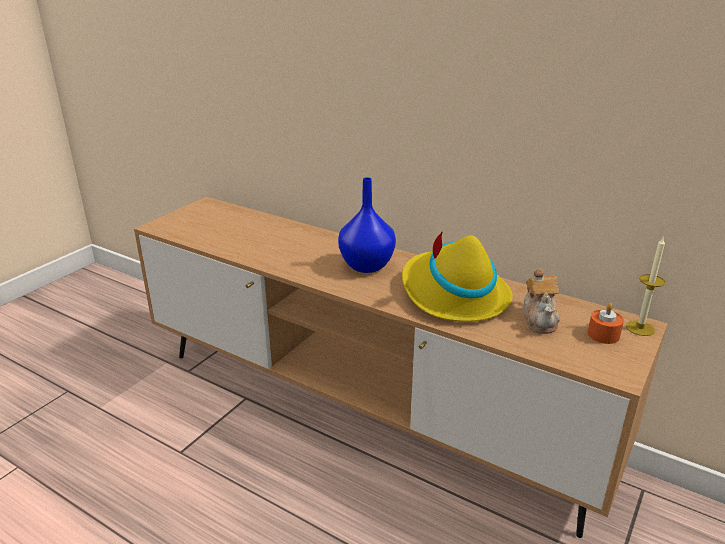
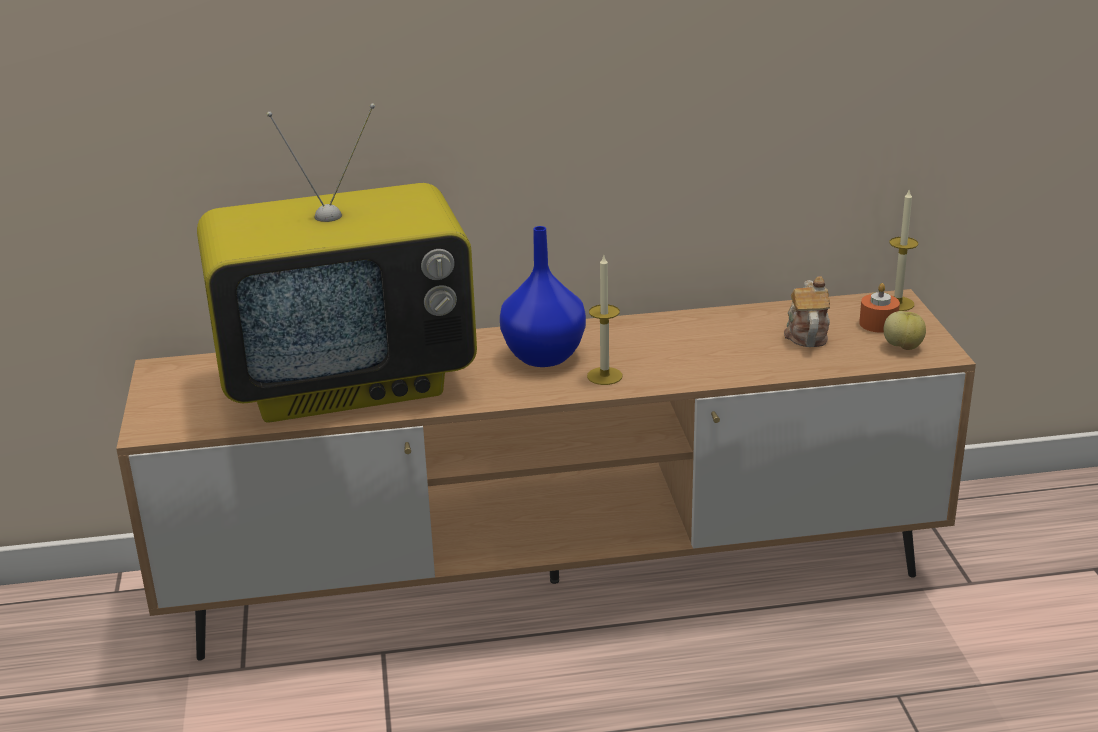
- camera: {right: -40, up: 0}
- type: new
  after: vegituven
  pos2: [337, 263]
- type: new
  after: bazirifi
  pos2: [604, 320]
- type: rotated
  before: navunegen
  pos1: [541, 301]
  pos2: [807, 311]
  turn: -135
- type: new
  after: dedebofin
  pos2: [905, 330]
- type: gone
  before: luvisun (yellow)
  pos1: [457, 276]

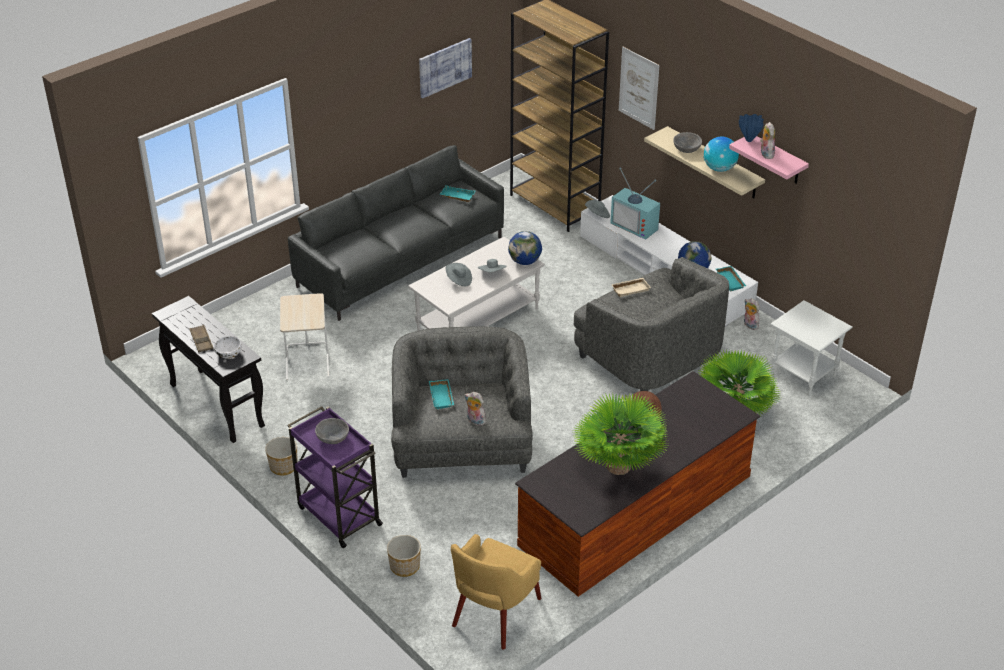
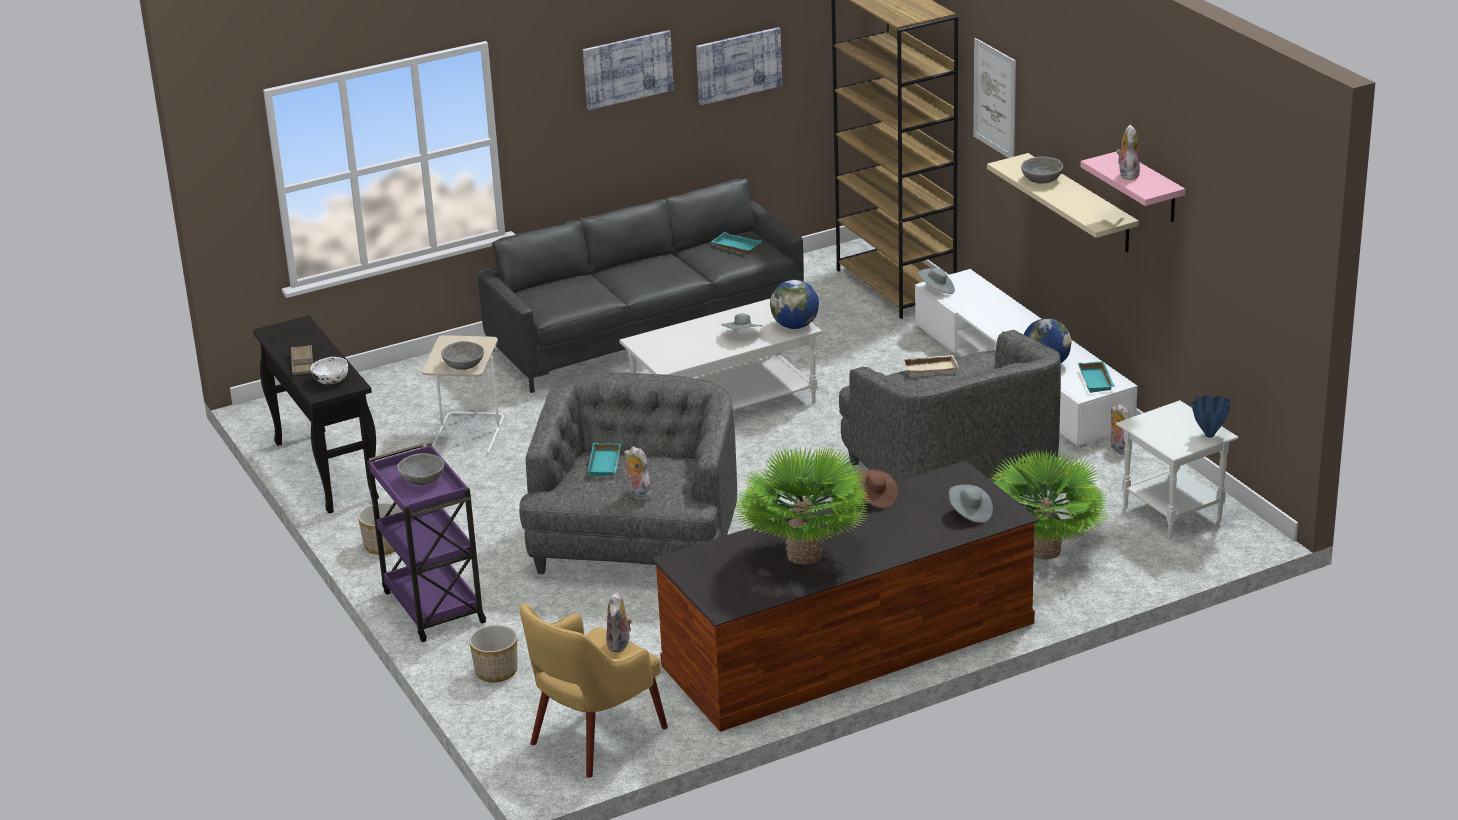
- camera: {right: 15, up: -10}
- type: new
  after: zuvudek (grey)
  pos2: [462, 355]
- type: new
  after: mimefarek
  pos2: [628, 70]
- type: new
  after: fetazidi
  pos2: [619, 622]
- type: shifted
  before: luvisun (grey)
  pos1: [458, 274]
  pos2: [971, 503]
- type: shifted
  before: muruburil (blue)
  pos1: [751, 128]
  pos2: [1211, 416]
- type: gone
  before: vegituven
  pos1: [635, 203]
- type: gone
  before: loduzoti
  pos1: [721, 154]

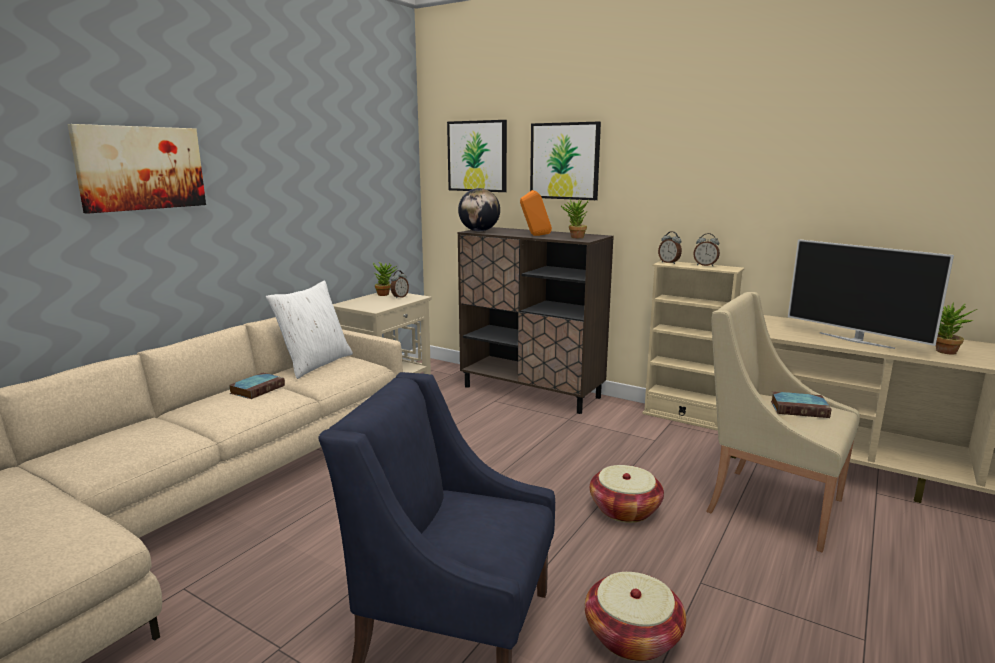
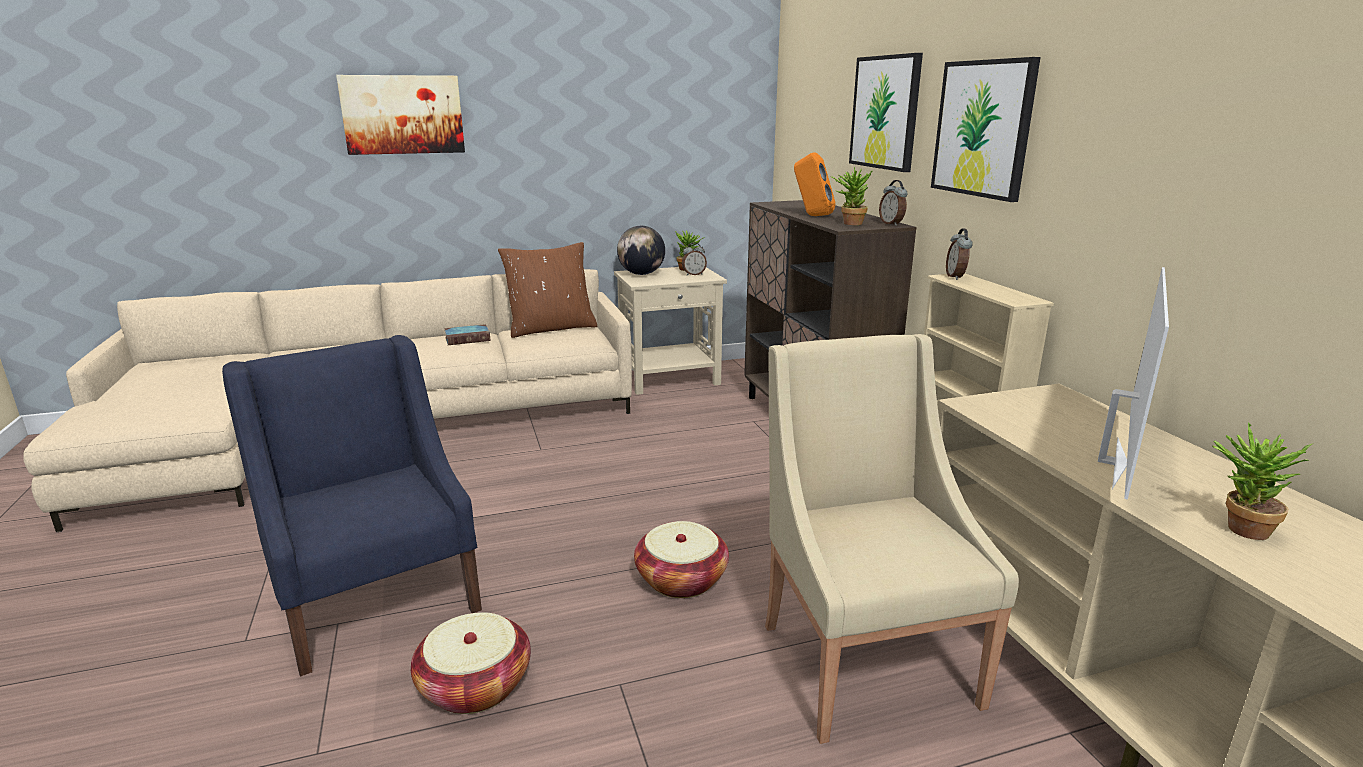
- camera: {right: 40, up: 5}
- type: repainted
  before: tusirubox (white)
  after: tusirubox (brown)
  pos1: [309, 330]
  pos2: [547, 290]
- type: shifted
  before: loduzoti
  pos1: [479, 210]
  pos2: [641, 250]
- type: shifted
  before: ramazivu
  pos1: [707, 249]
  pos2: [893, 203]
- type: shifted
  before: mimefarek
  pos1: [477, 156]
  pos2: [986, 129]
- type: rotated
  before: vegituven
  pos1: [871, 294]
  pos2: [1133, 383]
  turn: -150
- type: gone
  before: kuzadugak
  pos1: [801, 404]

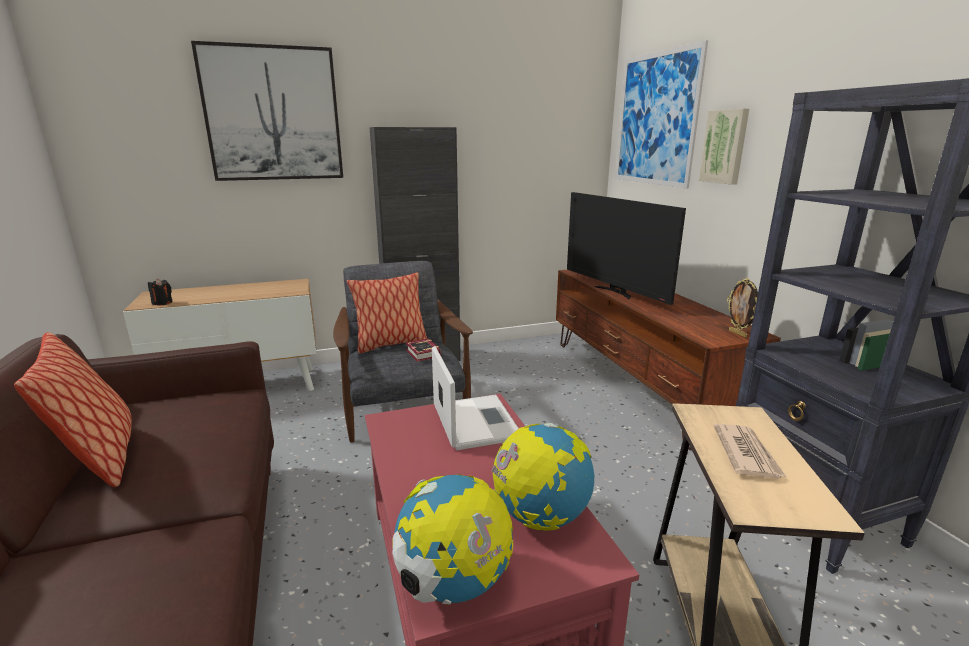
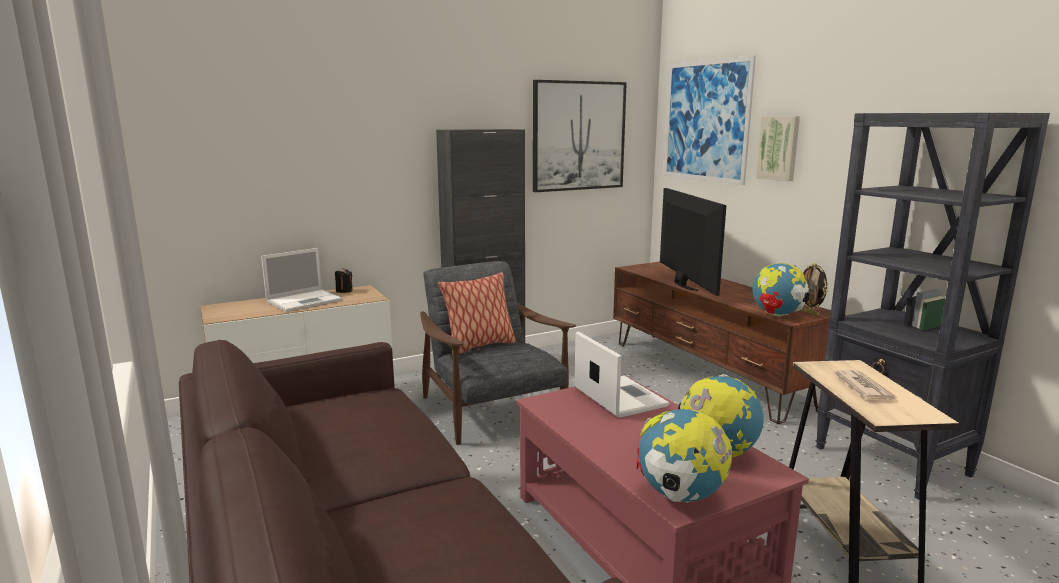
- camera: {right: -10, up: -5}
- type: new
  after: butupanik
  pos2: [302, 280]
- type: shifted
  before: bazirifi (black)
  pos1: [160, 291]
  pos2: [344, 280]
- type: shifted
  before: mimefarek
  pos1: [267, 111]
  pos2: [580, 136]
- type: rotated
  before: vegituven
  pos1: [626, 248]
  pos2: [693, 242]
  turn: -150
- type: new
  after: loduzoti
  pos2: [781, 289]
- type: gone
  before: tusirubox
  pos1: [73, 409]
- type: gone
  before: kuzadugak
  pos1: [423, 350]

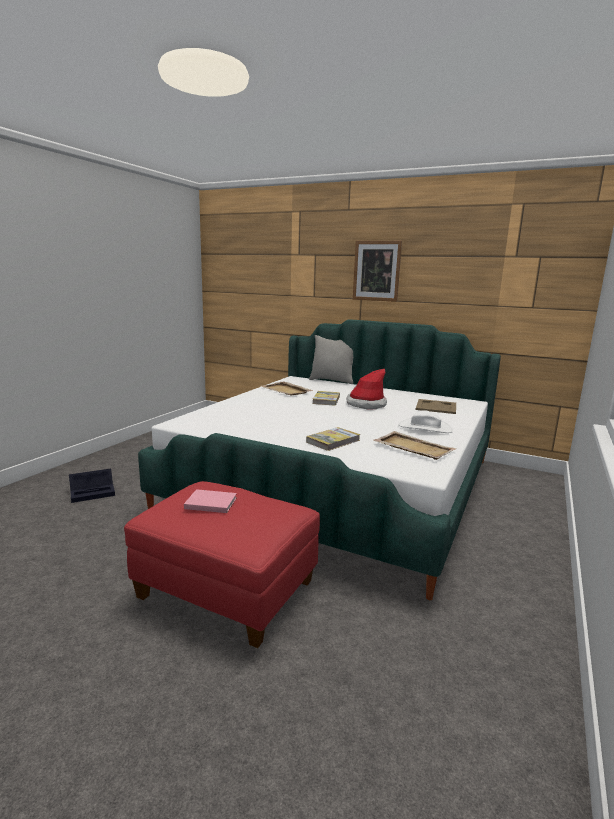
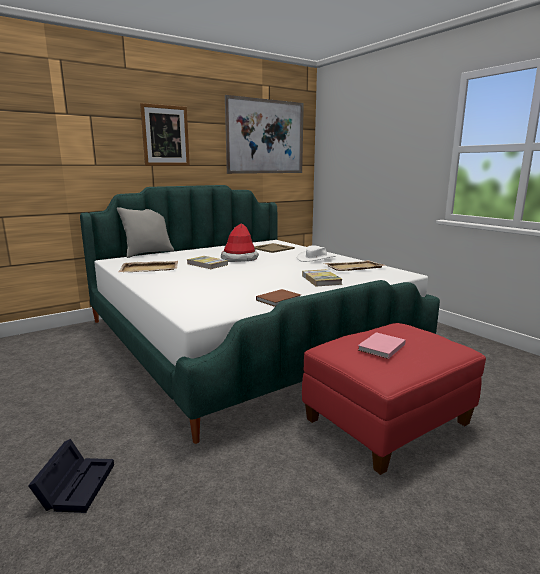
- camera: {right: -60, up: 0}
- type: new
  after: mimefarek
  pos2: [264, 134]
- type: new
  after: kuzadugak (brown)
  pos2: [278, 298]

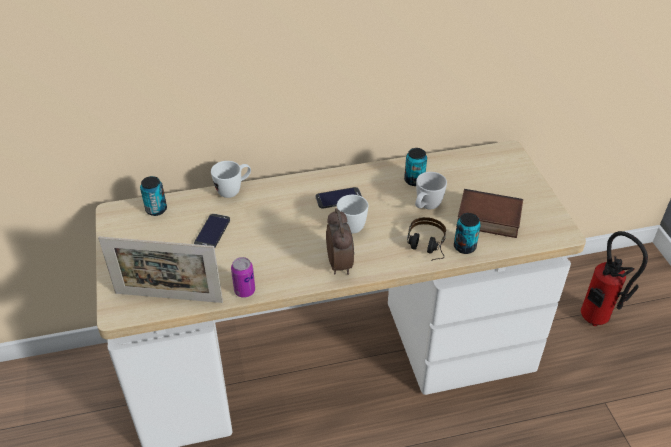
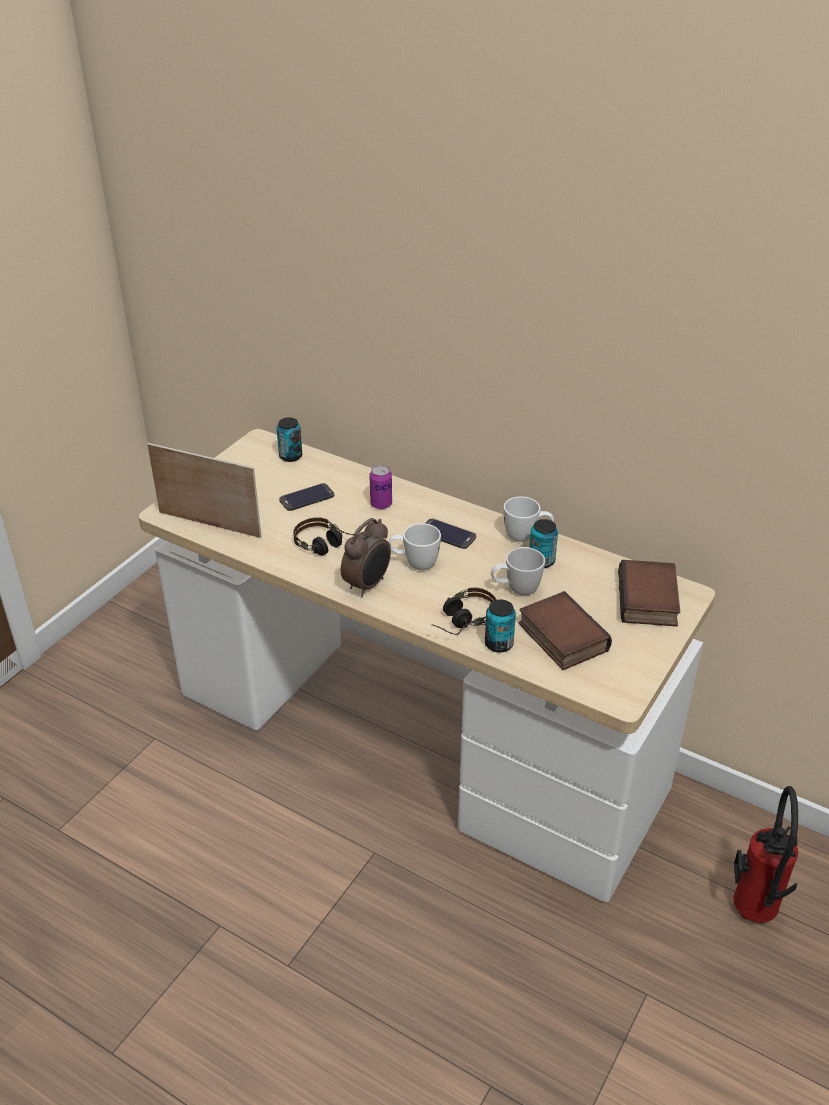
- camera: {right: 45, up: -5}
- type: rotated
  before: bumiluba
  pos1: [160, 270]
  pos2: [204, 490]
  turn: 150
- type: new
  after: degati
  pos2: [323, 536]
- type: shifted
  before: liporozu
  pos1: [243, 277]
  pos2: [381, 487]
- type: shifted
  before: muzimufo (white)
  pos1: [231, 179]
  pos2: [529, 519]
- type: new
  after: kuzadugak
  pos2: [649, 593]

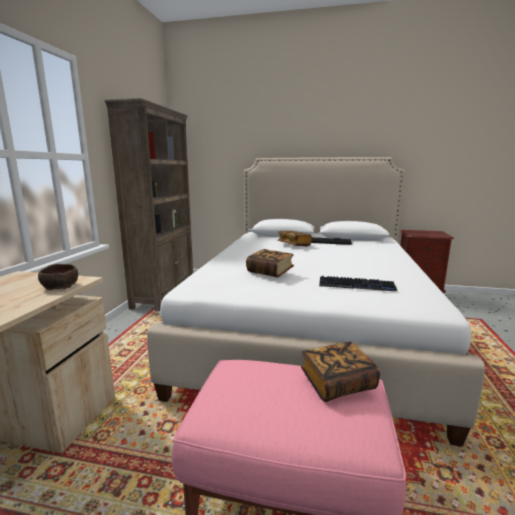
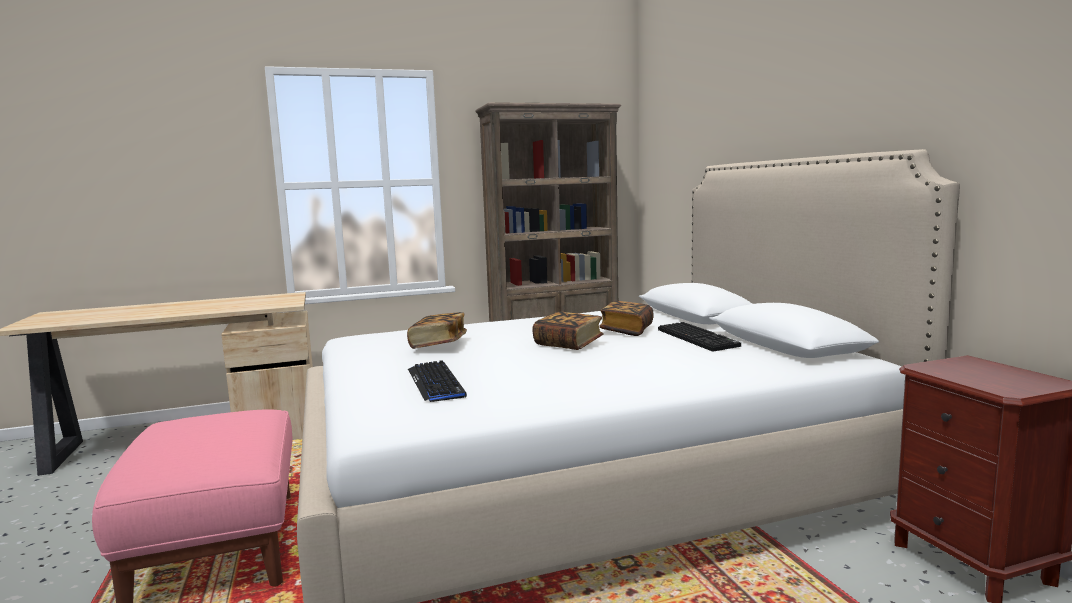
- camera: {right: 60, up: -5}
- type: shifted
  before: kuzadugak
  pos1: [340, 372]
  pos2: [568, 330]
- type: gone
  before: zuvudek (brown)
  pos1: [58, 277]

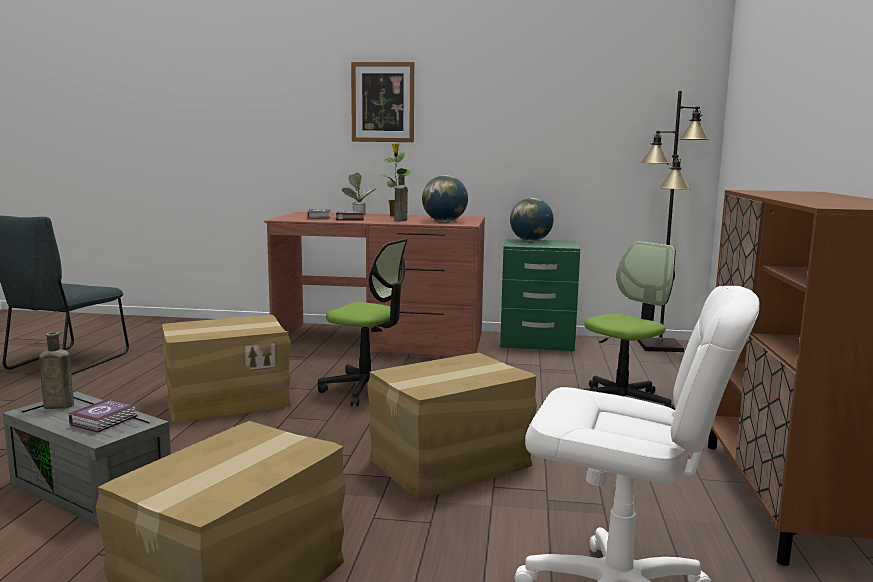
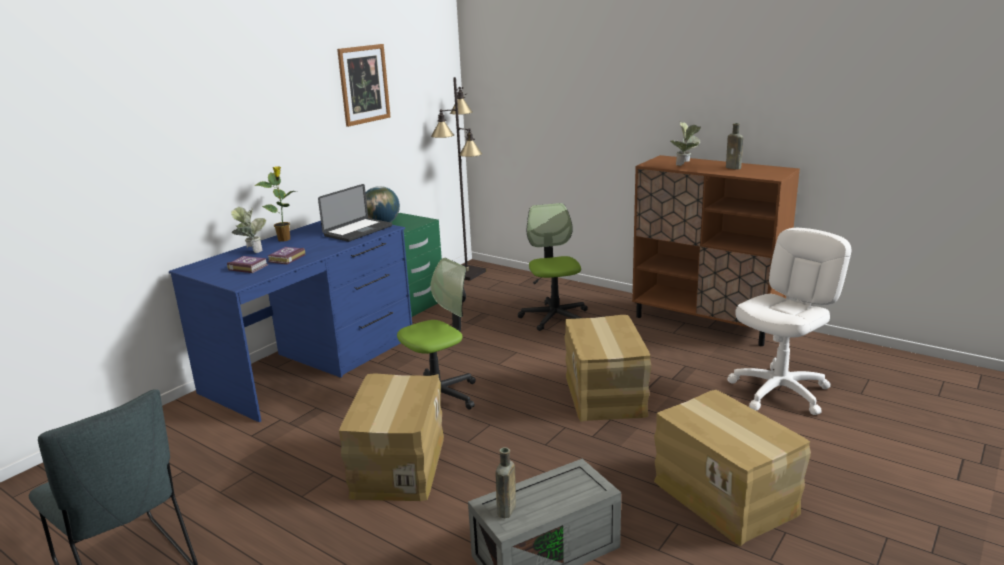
- camera: {right: -60, up: 10}
- type: repainted
  before: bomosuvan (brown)
  after: bomosuvan (blue)
  pos1: [374, 284]
  pos2: [290, 321]
- type: swapped
  before: loduzoti
  after: butupanik
  pos1: [445, 198]
  pos2: [355, 213]
- type: shifted
  before: mimefarek
  pos1: [382, 102]
  pos2: [364, 85]
- type: new
  after: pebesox
  pos2: [685, 143]
- type: shifted
  before: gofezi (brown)
  pos1: [401, 197]
  pos2: [734, 146]
- type: gone
  before: kuzadugak
  pos1: [103, 415]

